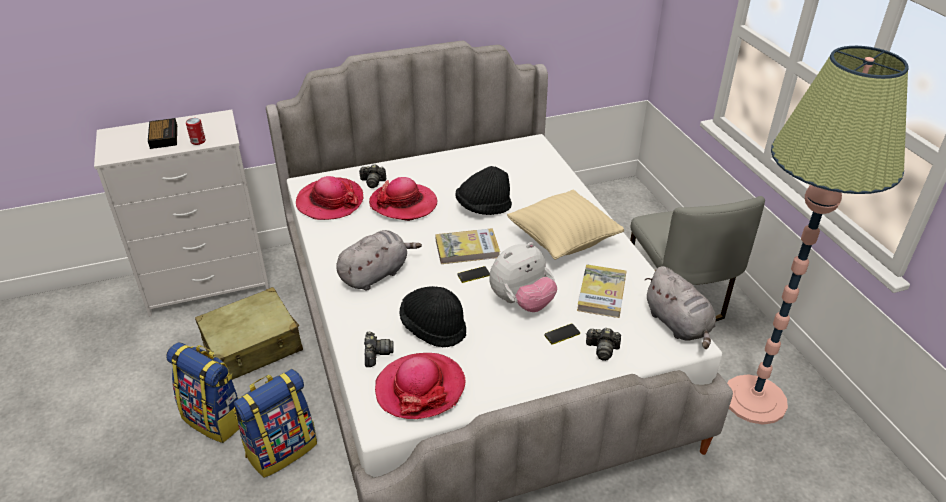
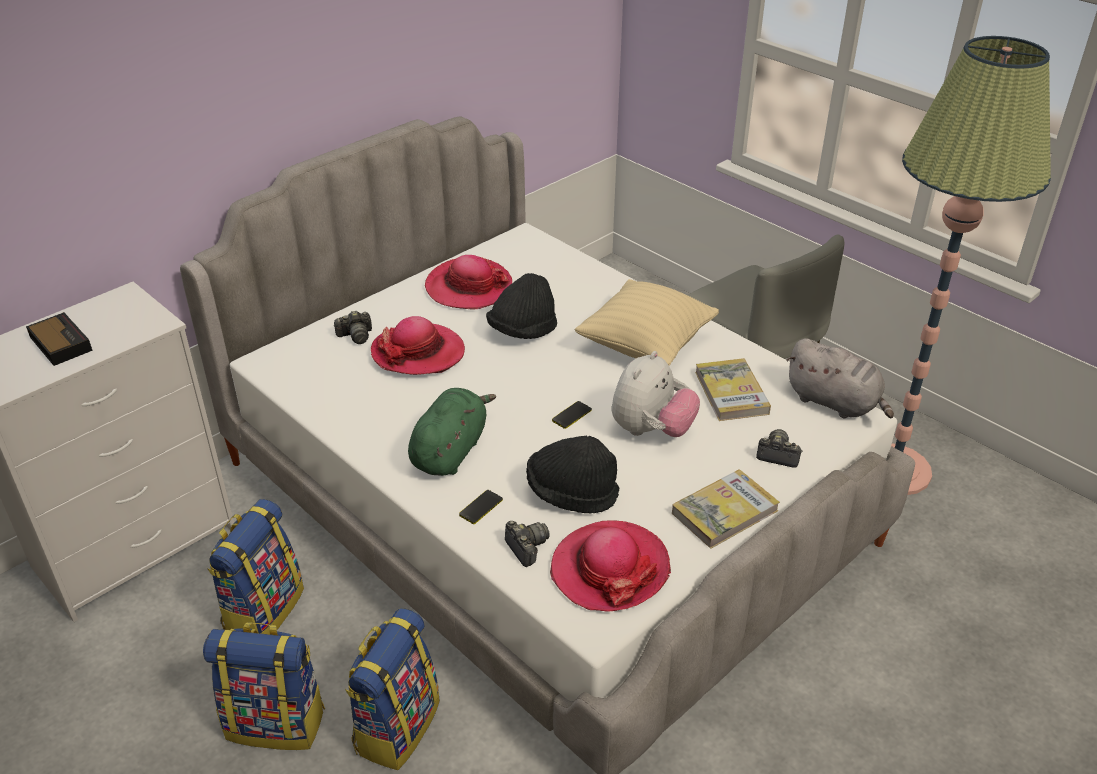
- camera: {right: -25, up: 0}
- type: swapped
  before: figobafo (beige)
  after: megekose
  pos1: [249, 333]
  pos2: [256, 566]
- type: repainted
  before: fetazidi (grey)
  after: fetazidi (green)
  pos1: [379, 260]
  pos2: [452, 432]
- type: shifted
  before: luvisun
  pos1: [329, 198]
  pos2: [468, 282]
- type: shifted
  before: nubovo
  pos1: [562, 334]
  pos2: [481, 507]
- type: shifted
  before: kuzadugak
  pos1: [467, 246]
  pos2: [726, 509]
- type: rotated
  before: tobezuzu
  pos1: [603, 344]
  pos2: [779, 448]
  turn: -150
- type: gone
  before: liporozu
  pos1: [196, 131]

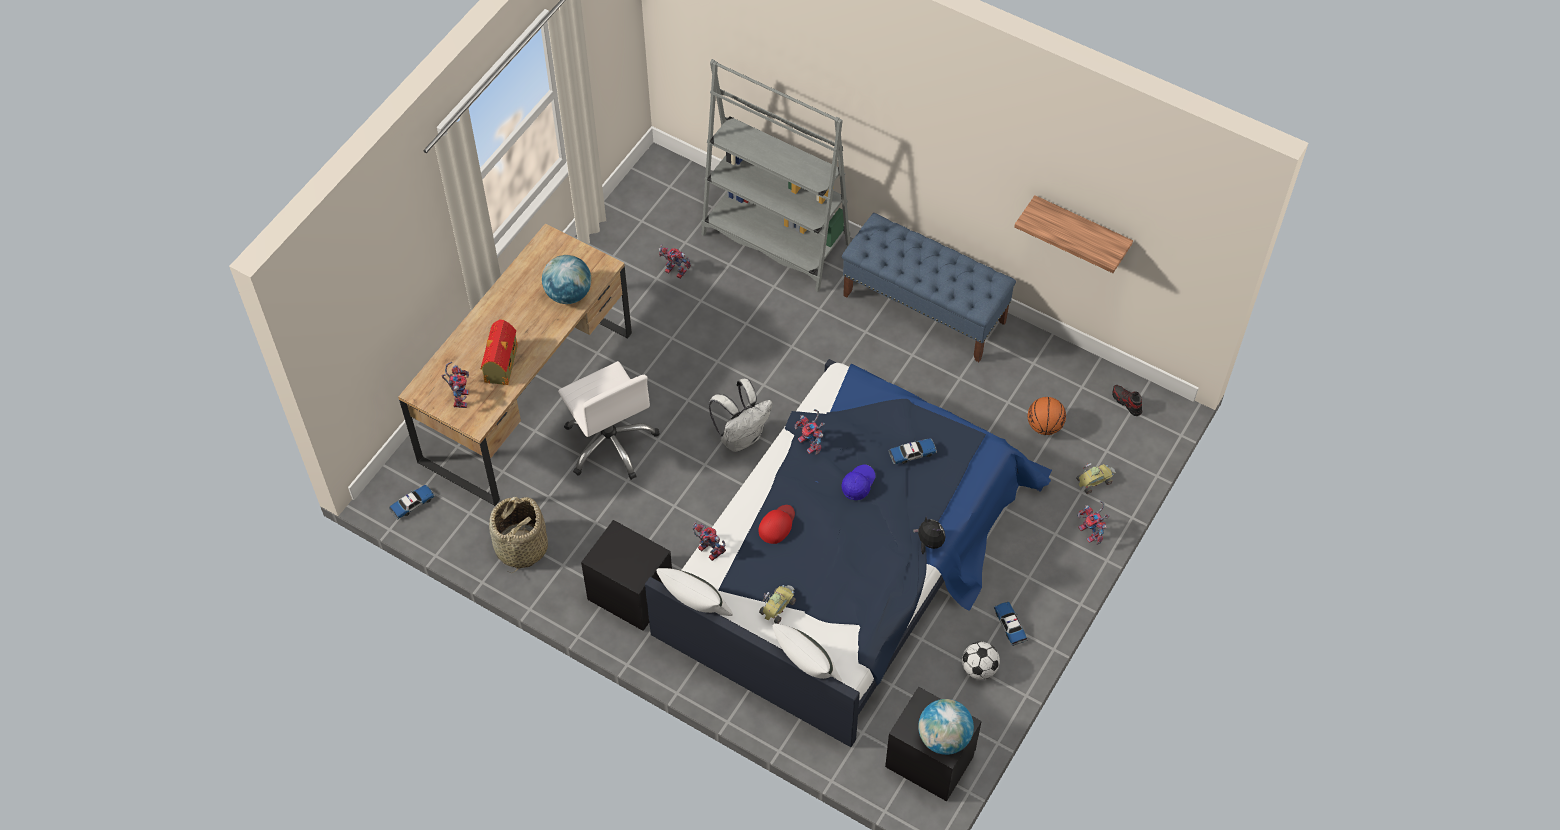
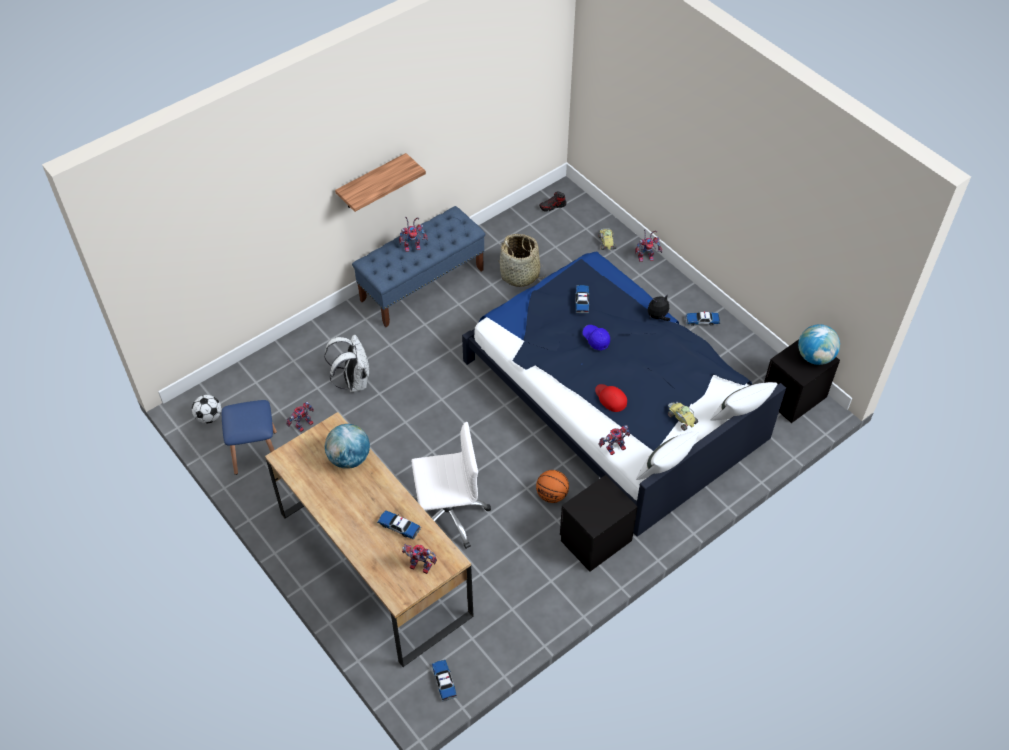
- camera: {right: -70, up: -5}
- type: shifted
  before: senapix
  pos1: [981, 661]
  pos2: [206, 409]
- type: new
  after: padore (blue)
  pos2: [249, 437]
- type: shifted
  before: megekose (white)
  pos1: [740, 415]
  pos2: [346, 363]
- type: shifted
  before: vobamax
  pos1: [1073, 234]
  pos2: [380, 182]
- type: swapped
  before: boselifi
  after: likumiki
  pos1: [499, 352]
  pos2: [399, 525]
- type: shifted
  before: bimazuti
  pos1: [810, 432]
  pos2: [413, 234]
- type: shifted
  before: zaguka
  pos1: [518, 535]
  pos2: [521, 260]
- type: shifted
  before: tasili
  pos1: [1047, 416]
  pos2: [552, 486]
- type: gone
  before: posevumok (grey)
  pos1: [776, 175]

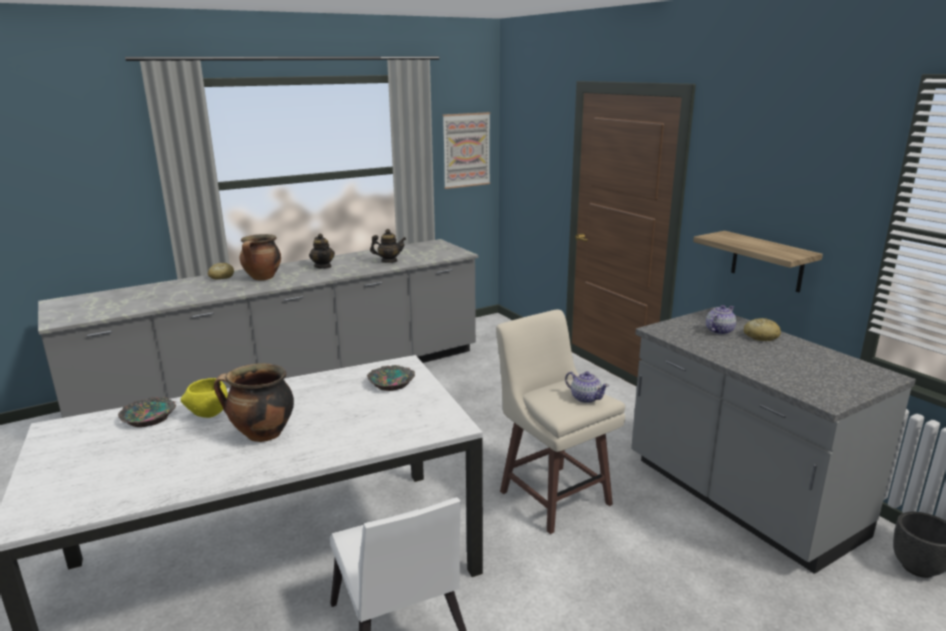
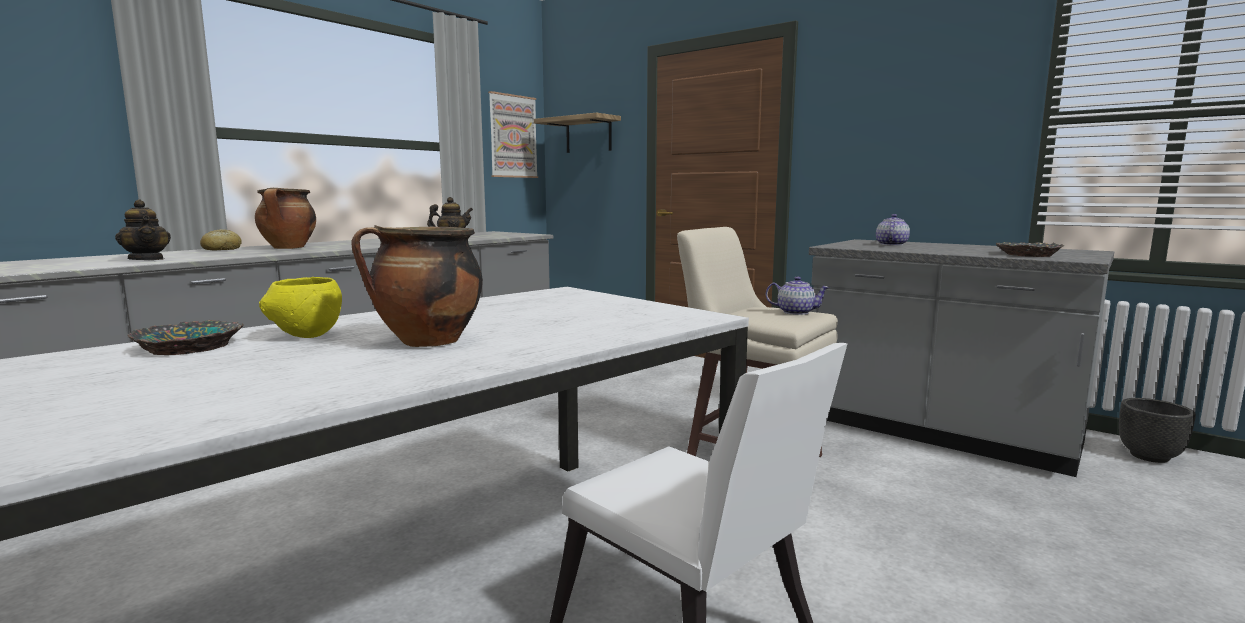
- camera: {right: -20, up: -10}
- type: shifted
  before: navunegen
  pos1: [322, 251]
  pos2: [143, 230]
- type: shifted
  before: vobamax
  pos1: [758, 261]
  pos2: [577, 132]
- type: shifted
  before: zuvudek
  pos1: [391, 378]
  pos2: [1030, 249]
- type: gone
  before: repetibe
  pos1: [762, 329]

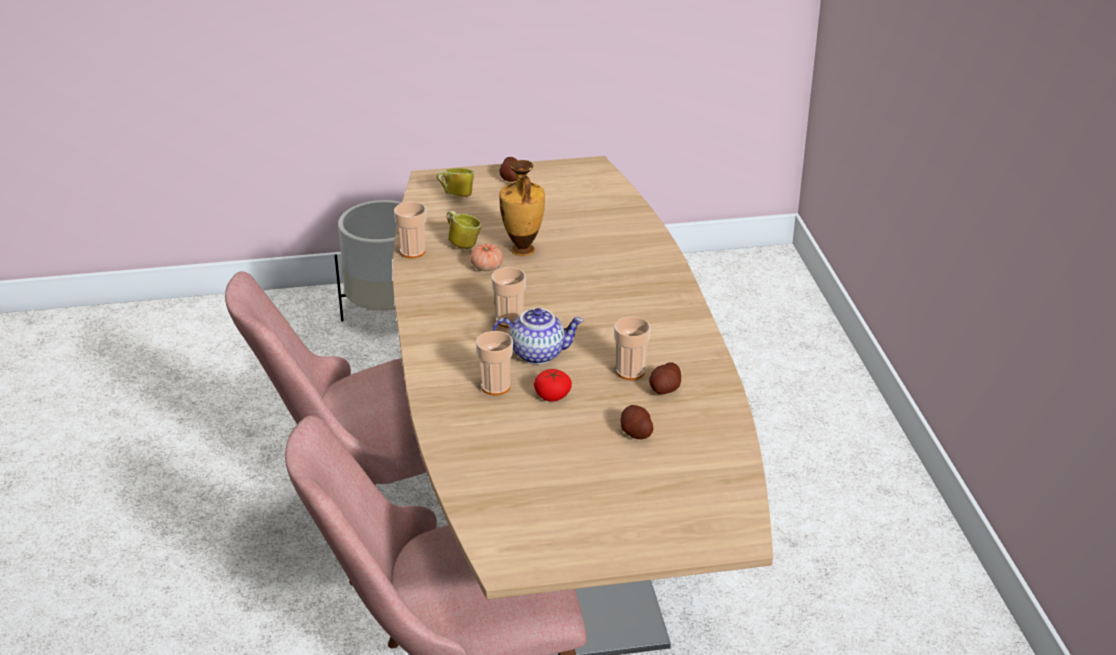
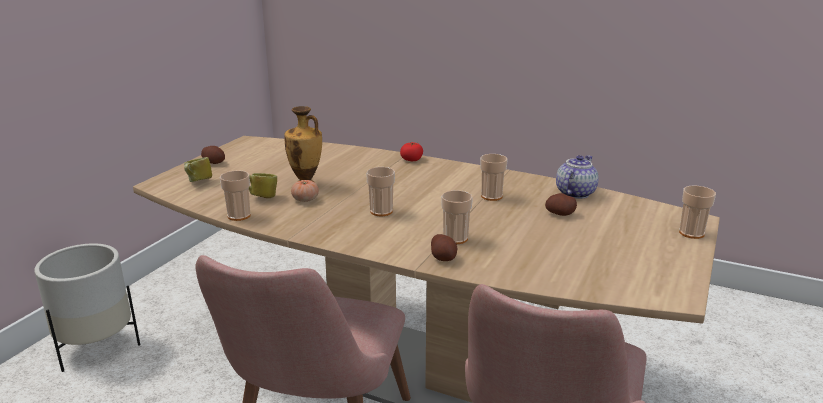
- camera: {right: -55, up: -10}
- type: shifted
  before: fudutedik
  pos1: [553, 385]
  pos2: [411, 151]
- type: shifted
  before: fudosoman
  pos1: [665, 378]
  pos2: [444, 247]
- type: shifted
  before: navunegen
  pos1: [538, 336]
  pos2: [577, 177]
- type: new
  after: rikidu
  pos2: [697, 212]

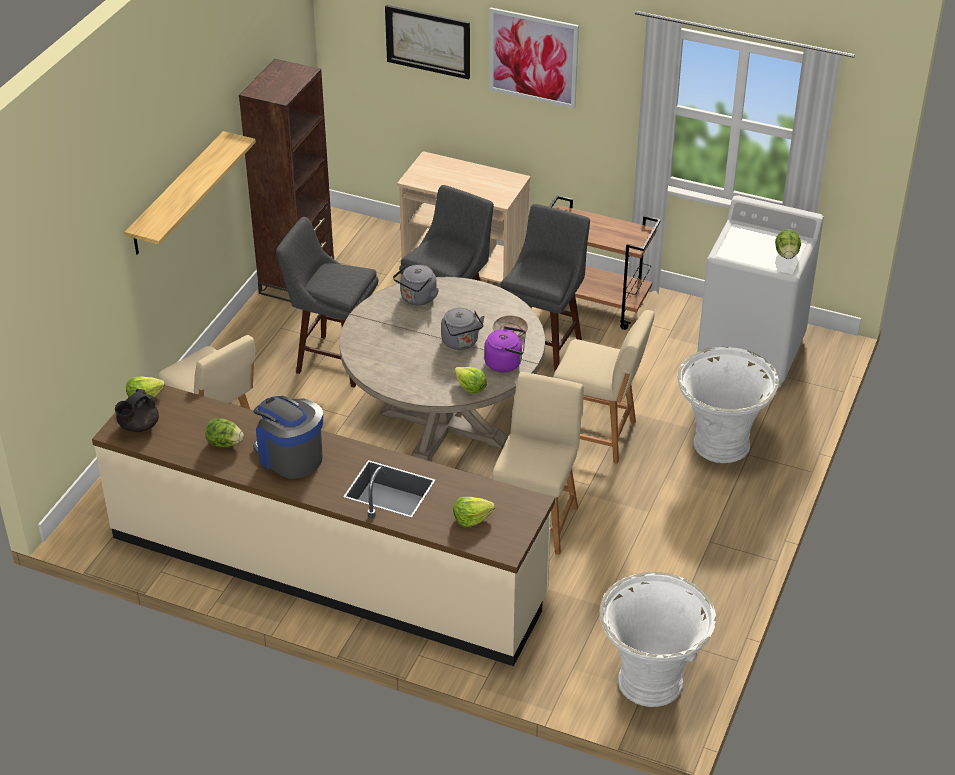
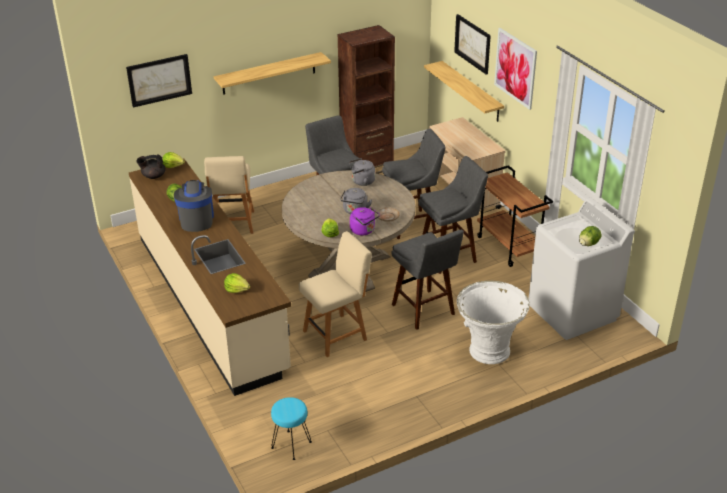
- camera: {right: 40, up: -5}
- type: new
  after: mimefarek
  pos2: [159, 81]
- type: swapped
  before: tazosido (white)
  after: padore (turquoise)
  pos1: [657, 639]
  pos2: [291, 428]
- type: swapped
  before: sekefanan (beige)
  after: padore (grey)
  pos1: [604, 387]
  pos2: [427, 280]
- type: new
  after: vobamax
  pos2: [464, 91]

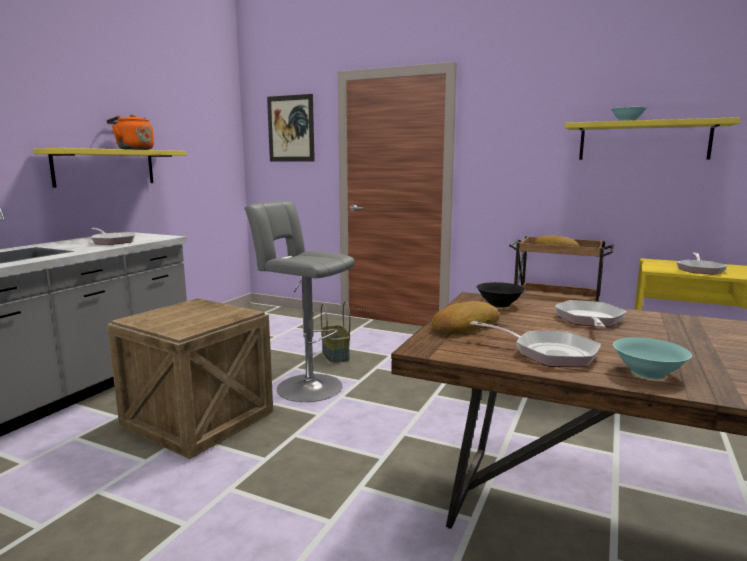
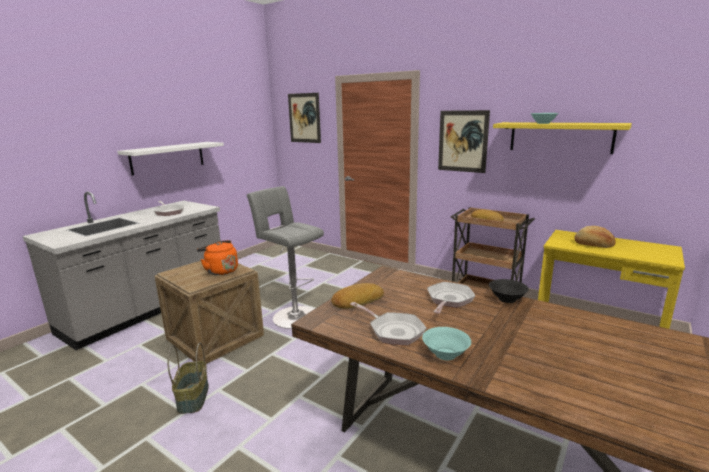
- camera: {right: 10, up: 5}
- type: repainted
  before: vobamax (yellow)
  after: vobamax (white)
  pos1: [110, 168]
  pos2: [170, 158]
- type: shifted
  before: zaguka
  pos1: [336, 332]
  pos2: [188, 378]
- type: shifted
  before: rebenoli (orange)
  pos1: [130, 132]
  pos2: [217, 257]
- type: new
  after: mimefarek
  pos2: [464, 141]
- type: shifted
  before: zuvudek (black)
  pos1: [500, 295]
  pos2: [509, 291]
- type: swapped
  before: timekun
  after: repetibe
  pos1: [701, 264]
  pos2: [595, 237]

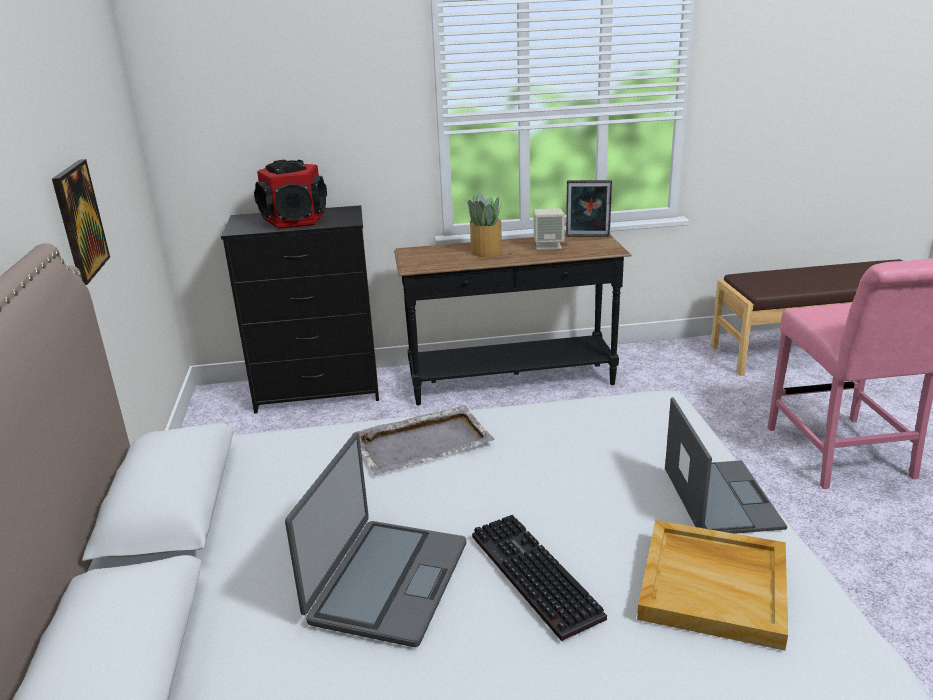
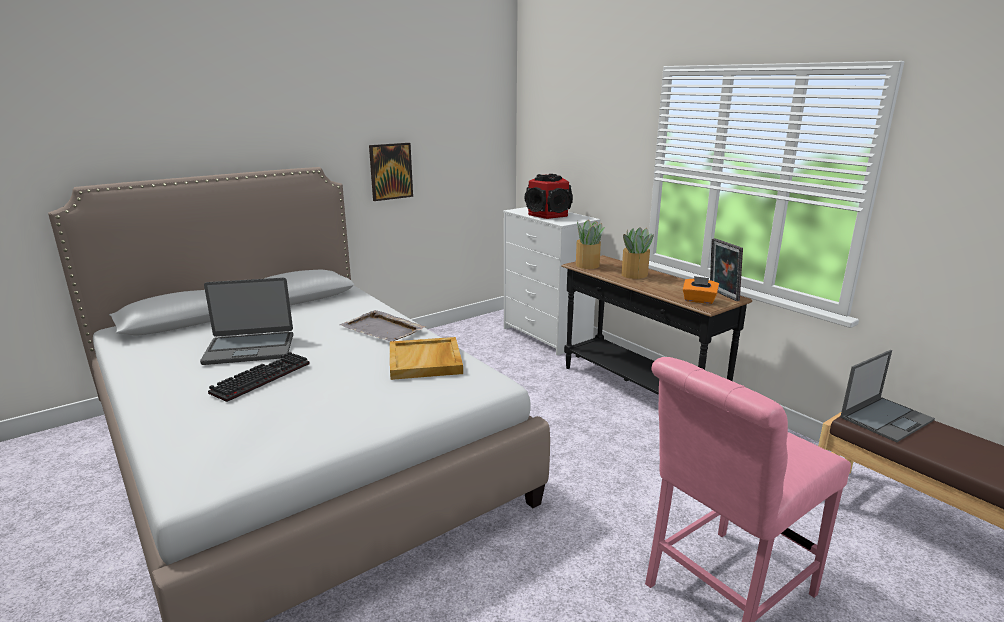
- camera: {right: 60, up: -5}
- type: shifted
  before: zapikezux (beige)
  pos1: [712, 585]
  pos2: [426, 358]
- type: repainted
  before: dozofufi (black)
  after: dozofufi (white)
  pos1: [300, 309]
  pos2: [551, 281]
- type: new
  after: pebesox
  pos2: [590, 244]
- type: new
  after: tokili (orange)
  pos2: [701, 290]
- type: shifted
  before: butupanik
  pos1: [726, 465]
  pos2: [887, 396]
- type: gone
  before: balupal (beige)
  pos1: [549, 229]

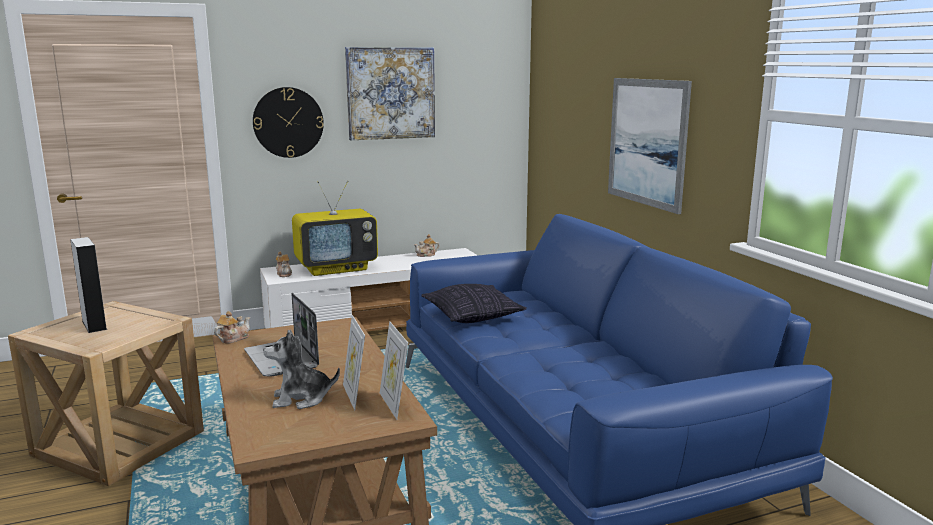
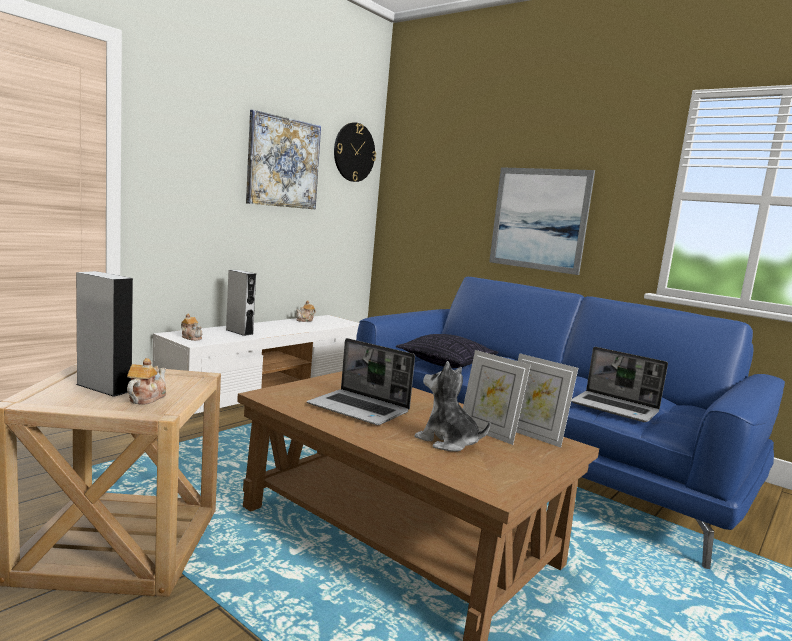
- camera: {right: -30, up: -5}
- type: shifted
  before: navunegen
  pos1: [232, 327]
  pos2: [146, 381]
- type: swapped
  before: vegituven
  after: balupal (grey)
  pos1: [335, 228]
  pos2: [241, 303]
- type: shifted
  before: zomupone
  pos1: [288, 122]
  pos2: [355, 152]
- type: rotated
  before: fetazidi
  pos1: [301, 369]
  pos2: [452, 406]
  turn: 75
- type: new
  after: butupanik
  pos2: [619, 384]

